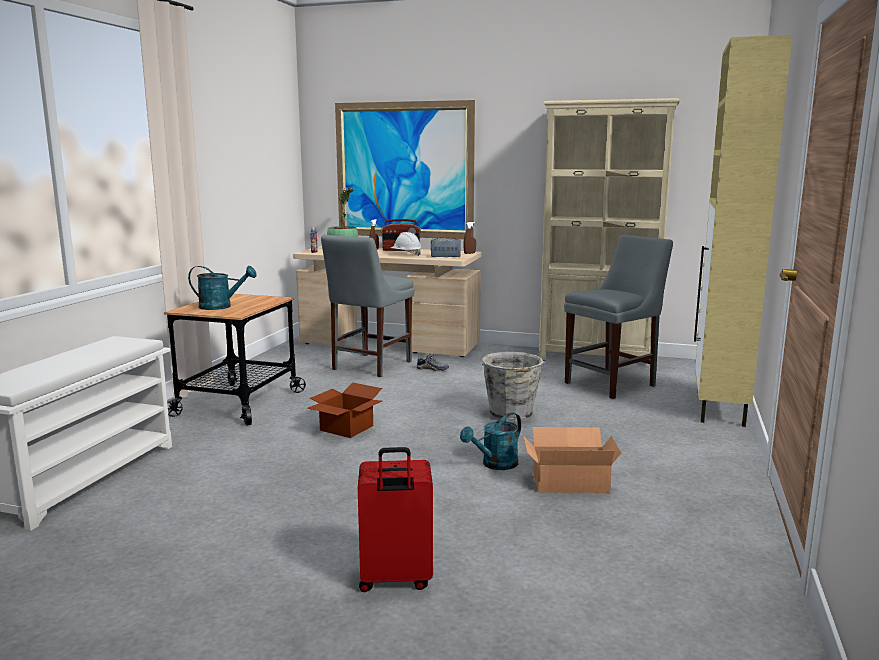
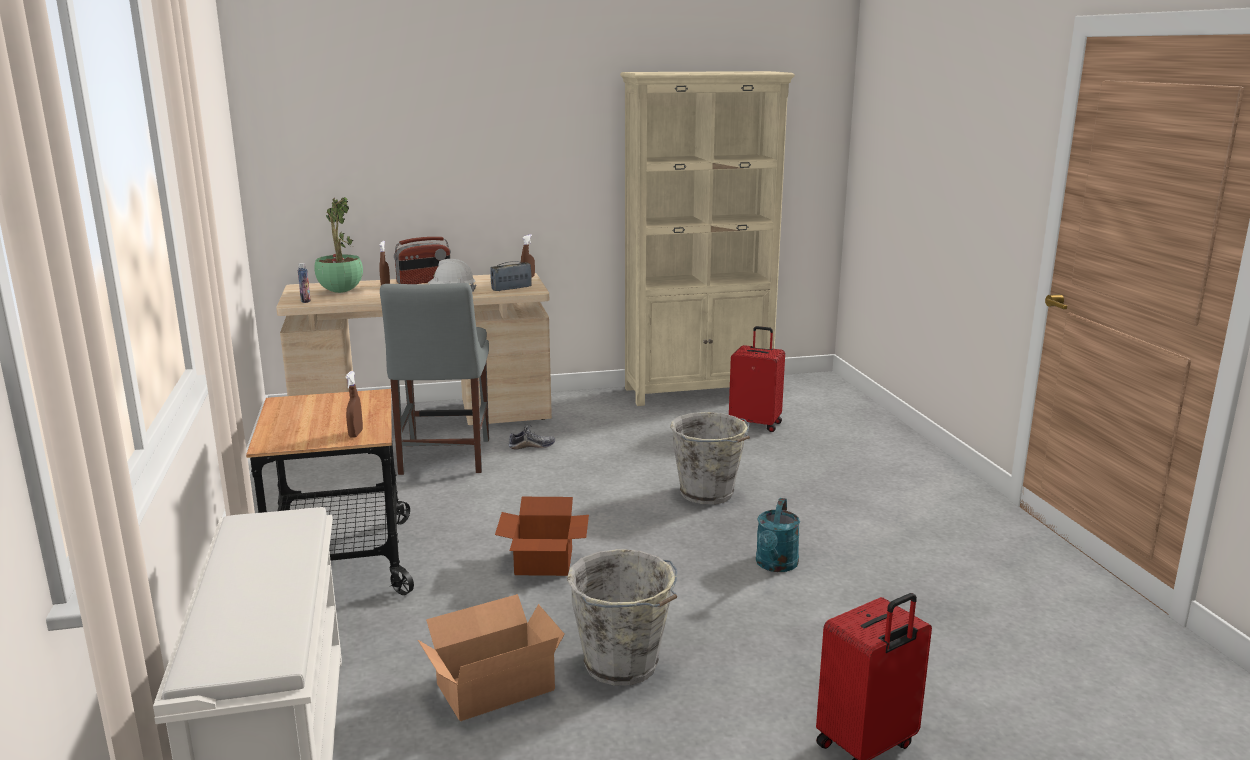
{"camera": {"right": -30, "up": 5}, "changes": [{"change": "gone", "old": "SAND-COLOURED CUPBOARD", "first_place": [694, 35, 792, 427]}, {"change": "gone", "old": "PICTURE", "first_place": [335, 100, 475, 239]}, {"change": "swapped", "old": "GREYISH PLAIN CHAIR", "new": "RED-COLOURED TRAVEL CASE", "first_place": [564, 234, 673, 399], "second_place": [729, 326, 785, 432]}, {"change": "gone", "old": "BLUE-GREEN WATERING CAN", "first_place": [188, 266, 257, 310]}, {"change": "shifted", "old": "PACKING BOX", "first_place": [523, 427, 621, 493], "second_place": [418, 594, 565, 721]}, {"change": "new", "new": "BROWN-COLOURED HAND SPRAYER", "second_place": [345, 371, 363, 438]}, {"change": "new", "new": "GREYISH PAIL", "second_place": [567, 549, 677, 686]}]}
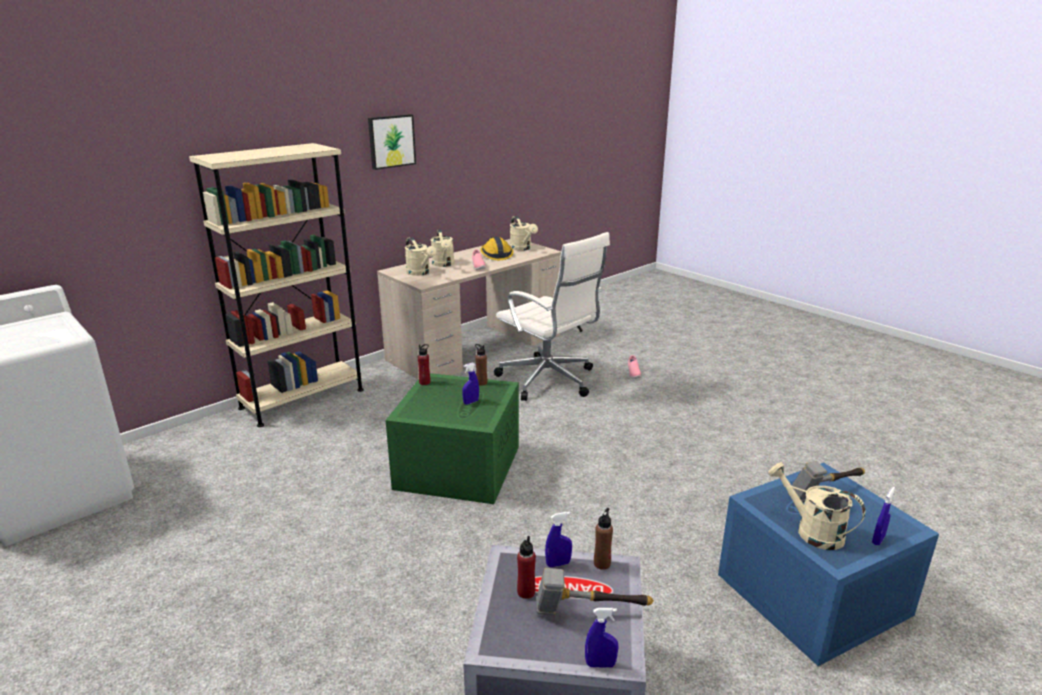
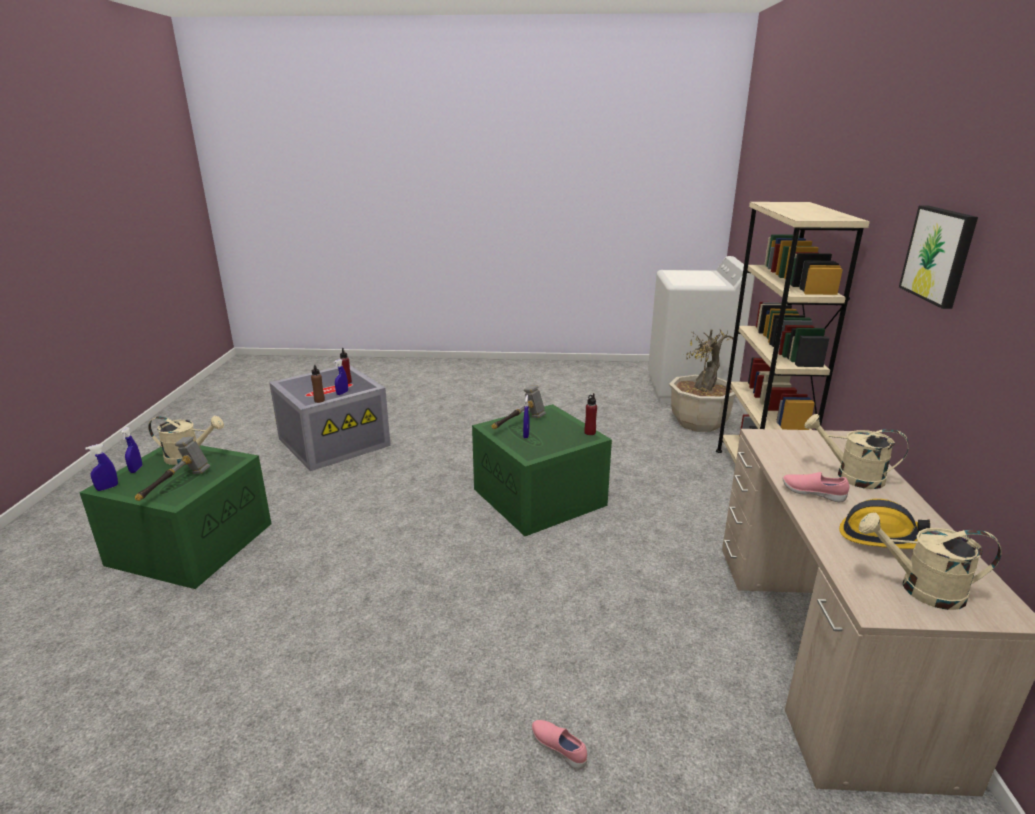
{"camera": {"right": 135, "up": 0}, "changes": [{"change": "gone", "old": "WHITISH DESK CHAIR", "first_place": [494, 232, 610, 401]}, {"change": "gone", "old": "SAND-COLOURED WATERING CAN", "first_place": [405, 237, 437, 276]}, {"change": "gone", "old": "BROWN-COLOURED BOTTLE", "first_place": [475, 344, 487, 386]}, {"change": "repainted", "old": "BLUE STORAGE BIN", "new": "GREEN STORAGE BIN", "first_place": [718, 463, 939, 666], "second_place": [79, 445, 271, 589]}, {"change": "shifted", "old": "HAMMER", "first_place": [536, 568, 654, 616], "second_place": [491, 385, 546, 429]}, {"change": "shifted", "old": "BLUE HAND SPRAYER", "first_place": [585, 608, 619, 668], "second_place": [85, 444, 118, 491]}, {"change": "new", "new": "HOUSEPLANT", "second_place": [669, 329, 736, 432]}]}
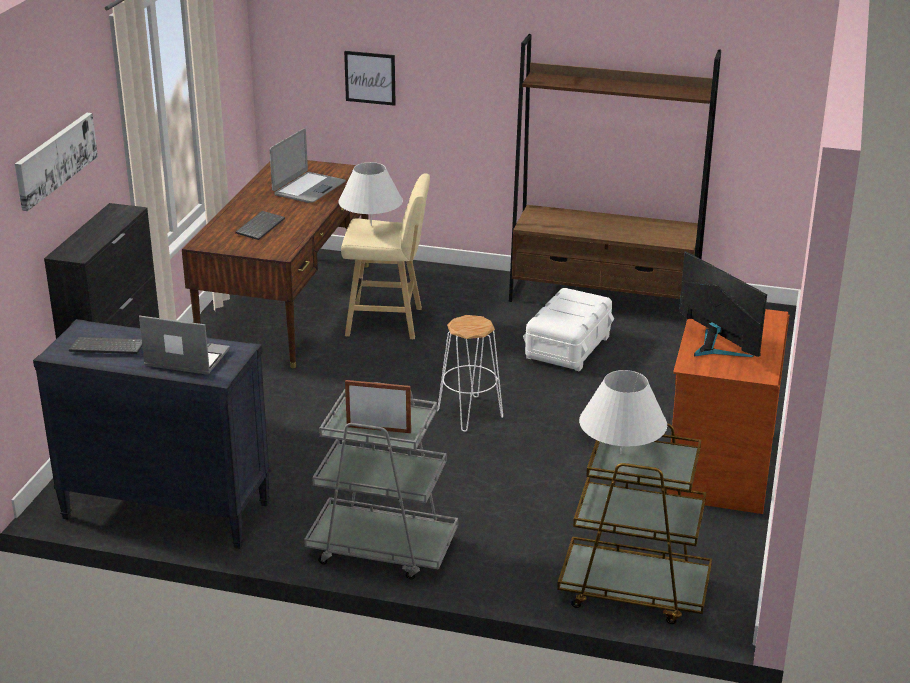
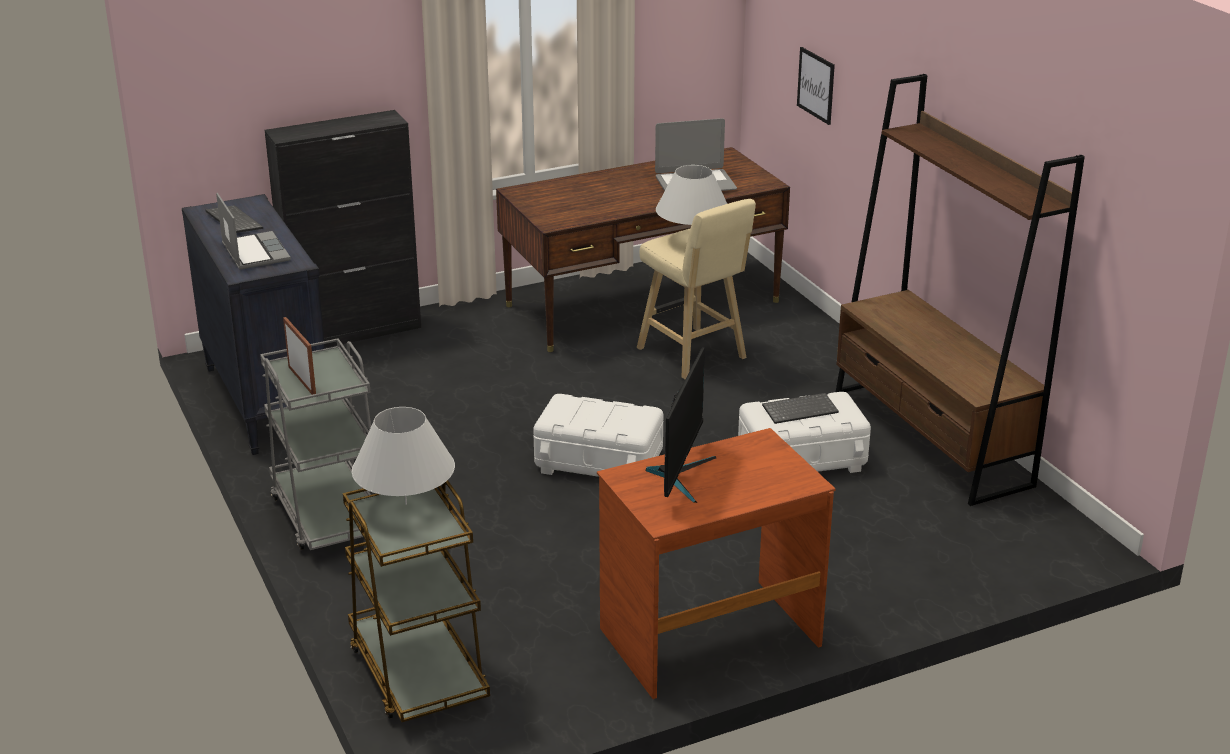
{"camera": {"right": 50, "up": 0}, "changes": [{"change": "gone", "old": "PICTURE", "first_place": [15, 113, 98, 211]}, {"change": "shifted", "old": "COMPUTER KEYBOARD", "first_place": [235, 211, 285, 240], "second_place": [762, 393, 839, 424]}, {"change": "swapped", "old": "WHITISH SITTING STOOL", "new": "WHITISH STORAGE BIN", "first_place": [437, 315, 503, 432], "second_place": [533, 394, 663, 477]}]}
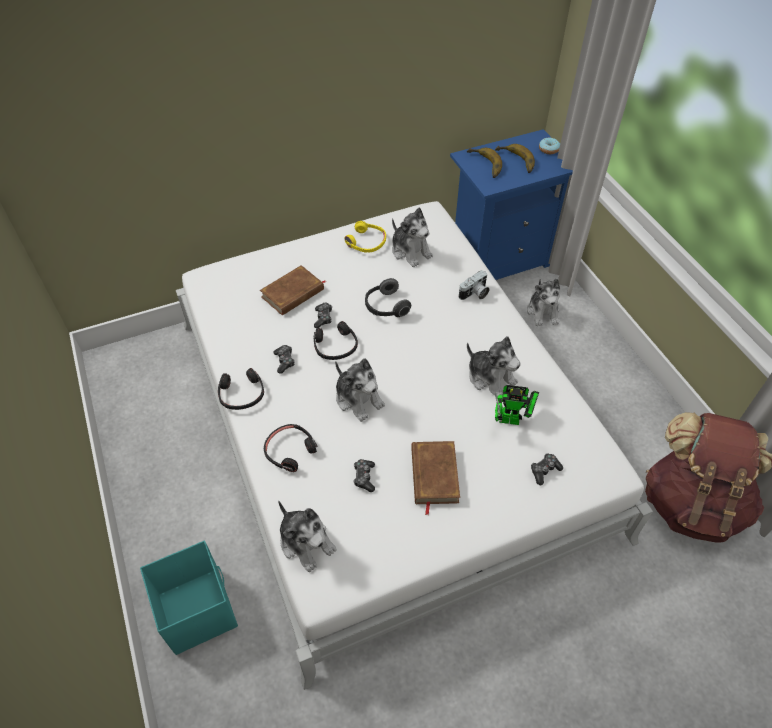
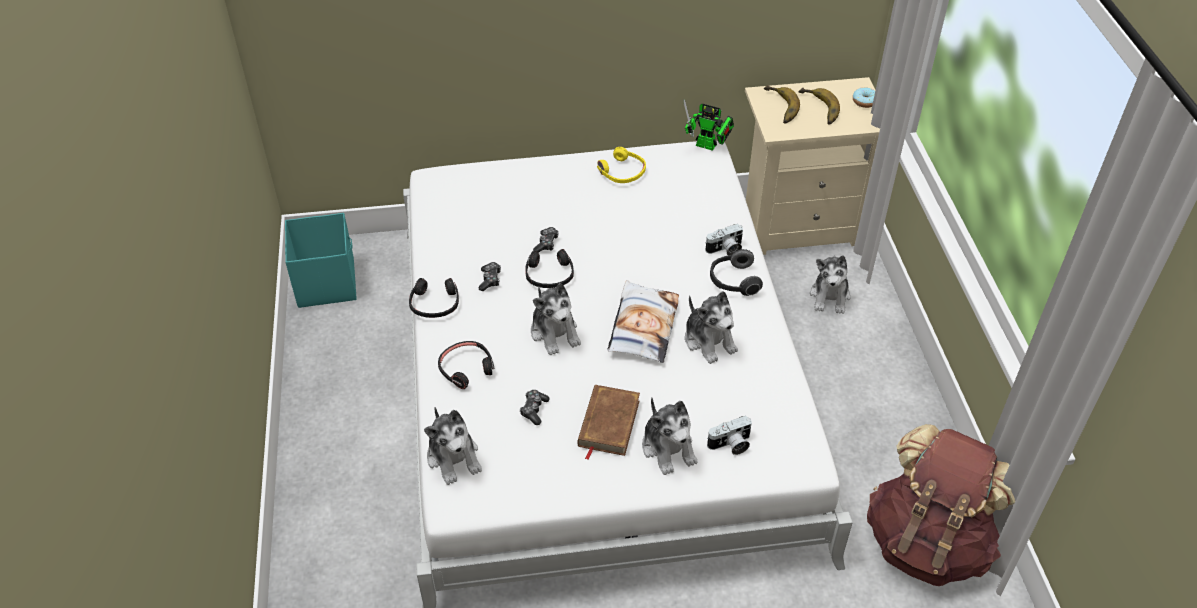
{"camera": {"right": 15, "up": -5}, "changes": [{"change": "repainted", "old": "BLUE NIGHTSTAND", "new": "SAND-COLOURED NIGHTSTAND", "first_place": [450, 129, 573, 280], "second_place": [745, 77, 880, 255]}, {"change": "shifted", "old": "CUDDLY TOY", "first_place": [392, 208, 433, 267], "second_place": [642, 397, 698, 475]}, {"change": "gone", "old": "BROWN-COLOURED BOOK", "first_place": [260, 265, 326, 316]}, {"change": "shifted", "old": "HEADSET", "first_place": [365, 278, 411, 317], "second_place": [710, 249, 763, 296]}, {"change": "shifted", "old": "ROBOT FIGURE", "first_place": [495, 385, 539, 425], "second_place": [684, 100, 734, 151]}, {"change": "swapped", "old": "JOYPAD", "new": "PHOTO CAMERA", "first_place": [531, 453, 563, 485], "second_place": [707, 416, 752, 455]}, {"change": "shifted", "old": "BLUE-GREEN STORAGE BIN", "first_place": [140, 541, 238, 655], "second_place": [285, 213, 357, 308]}, {"change": "new", "new": "THROW PILLOW", "second_place": [607, 280, 679, 363]}]}
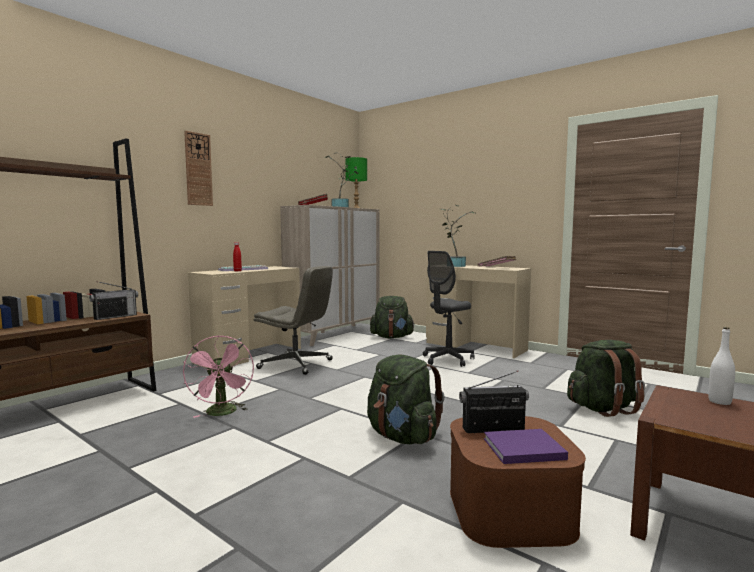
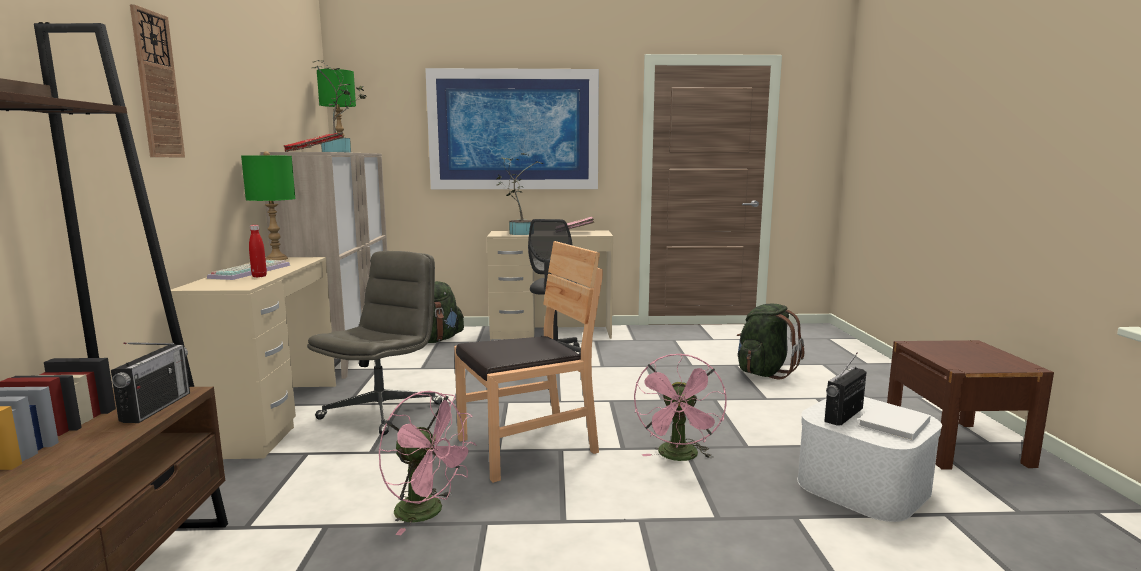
{"camera": {"right": -40, "up": 5}, "changes": [{"change": "rotated", "old": "GREYISH DESK CHAIR", "first_place": [254, 266, 333, 375], "second_place": [307, 251, 442, 435], "degrees": -45}, {"change": "gone", "old": "WHITISH BOTTLE", "first_place": [708, 327, 735, 405]}, {"change": "swapped", "old": "GREEN RUCKSACK", "new": "PINKISH FAN", "first_place": [367, 354, 444, 444], "second_place": [634, 353, 727, 461]}, {"change": "repainted", "old": "BROWN-COLOURED STORAGE BIN", "new": "WHITISH STORAGE BIN", "first_place": [450, 416, 586, 548], "second_place": [797, 397, 942, 522]}, {"change": "repainted", "old": "PURPLE BOOK", "new": "WHITISH BOOK", "first_place": [484, 429, 568, 464], "second_place": [858, 402, 931, 442]}, {"change": "new", "new": "PICTURE", "second_place": [425, 68, 599, 189]}, {"change": "new", "new": "GREEN TABLE LAMP", "second_place": [241, 151, 295, 260]}, {"change": "new", "new": "BROWN-COLOURED PLAIN CHAIR", "second_place": [454, 241, 603, 483]}]}
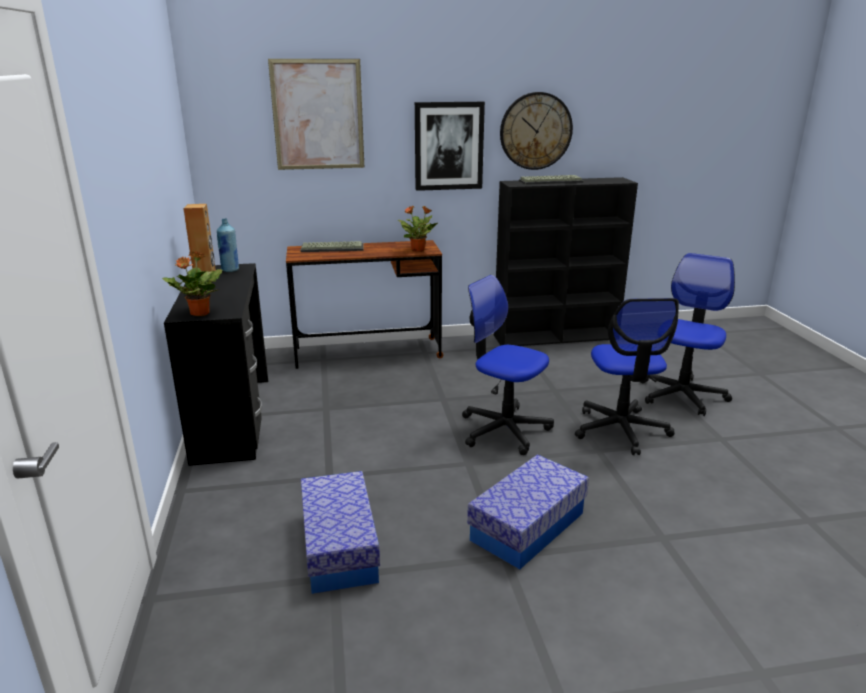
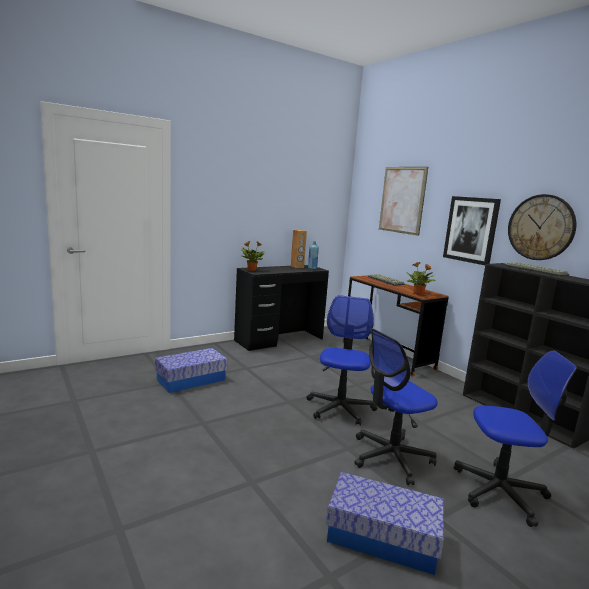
{"camera": {"right": 65, "up": -10}, "changes": [{"change": "shifted", "old": "STORAGE BIN", "first_place": [467, 454, 589, 570], "second_place": [326, 472, 444, 575]}]}
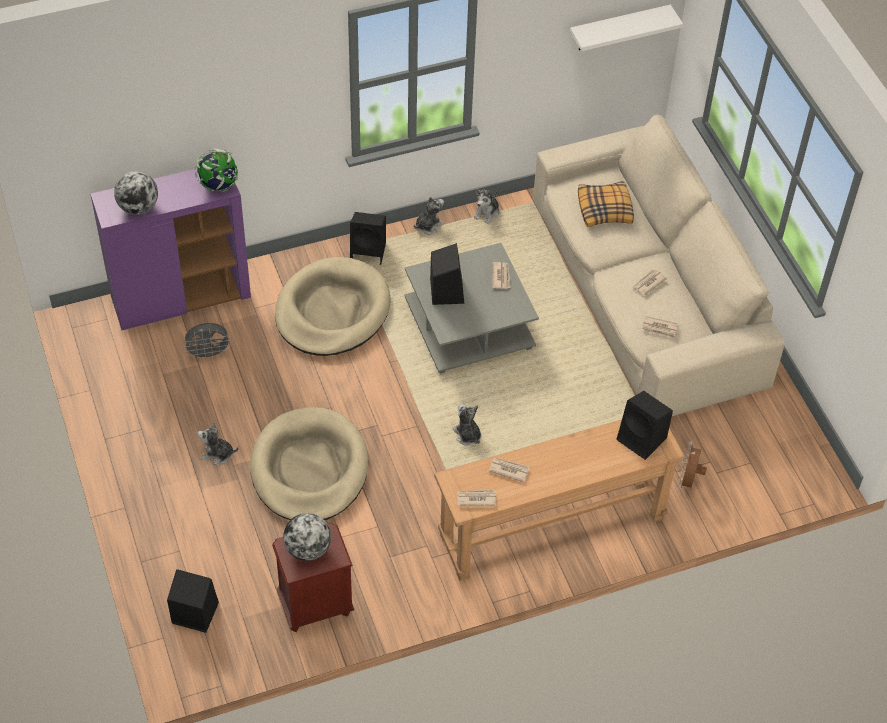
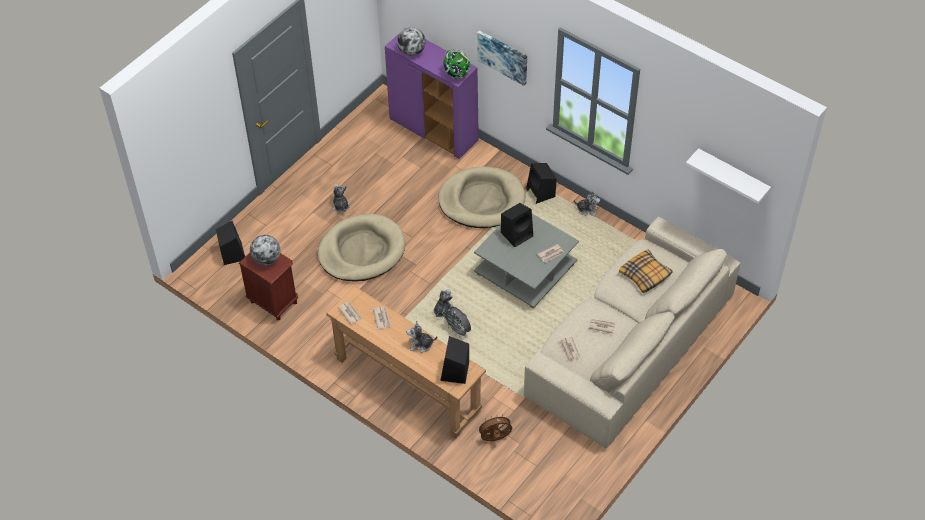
{"camera": {"right": 60, "up": 0}, "changes": [{"change": "shifted", "old": "CUDDLY TOY", "first_place": [474, 189, 499, 224], "second_place": [406, 321, 437, 353]}, {"change": "shifted", "old": "GREYISH FAN", "first_place": [183, 323, 232, 360], "second_place": [442, 307, 471, 338]}, {"change": "new", "new": "PICTURE", "second_place": [477, 30, 527, 86]}]}
